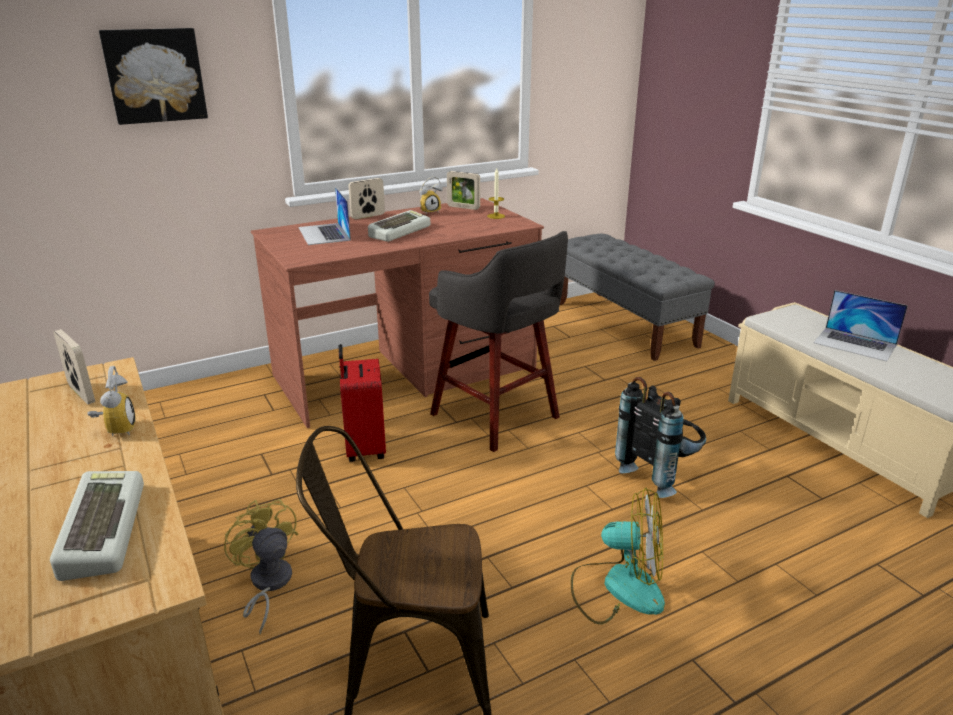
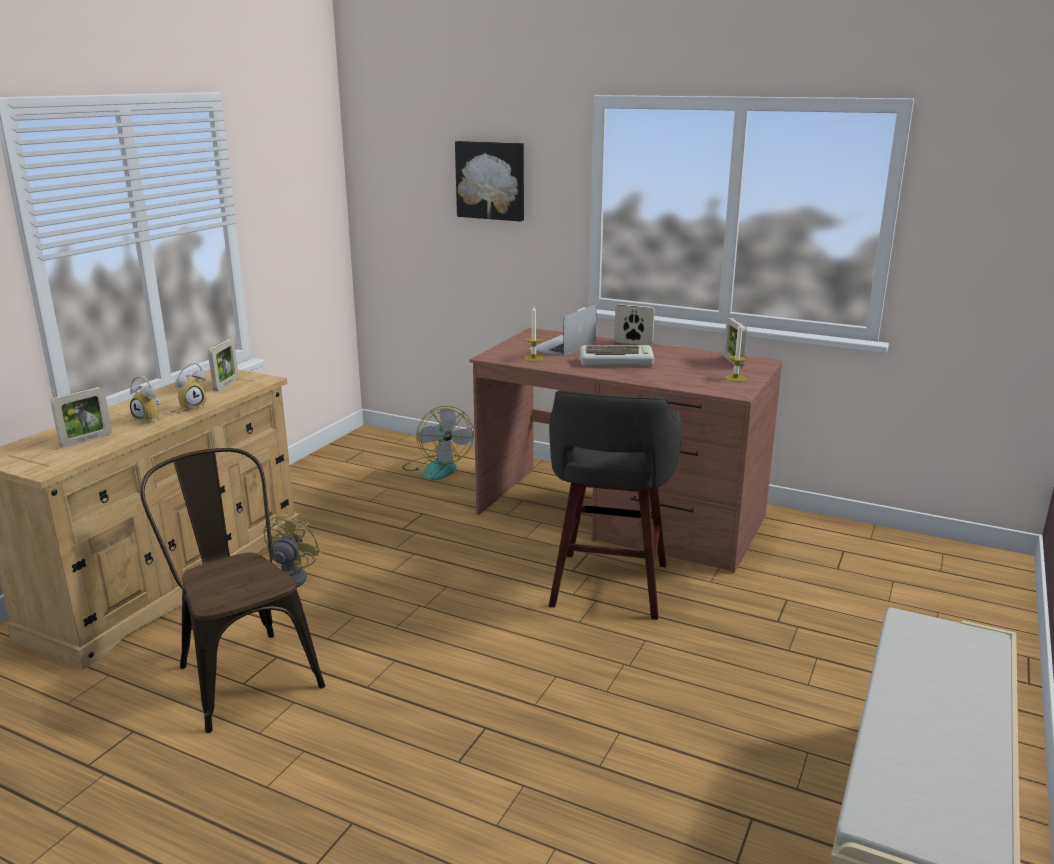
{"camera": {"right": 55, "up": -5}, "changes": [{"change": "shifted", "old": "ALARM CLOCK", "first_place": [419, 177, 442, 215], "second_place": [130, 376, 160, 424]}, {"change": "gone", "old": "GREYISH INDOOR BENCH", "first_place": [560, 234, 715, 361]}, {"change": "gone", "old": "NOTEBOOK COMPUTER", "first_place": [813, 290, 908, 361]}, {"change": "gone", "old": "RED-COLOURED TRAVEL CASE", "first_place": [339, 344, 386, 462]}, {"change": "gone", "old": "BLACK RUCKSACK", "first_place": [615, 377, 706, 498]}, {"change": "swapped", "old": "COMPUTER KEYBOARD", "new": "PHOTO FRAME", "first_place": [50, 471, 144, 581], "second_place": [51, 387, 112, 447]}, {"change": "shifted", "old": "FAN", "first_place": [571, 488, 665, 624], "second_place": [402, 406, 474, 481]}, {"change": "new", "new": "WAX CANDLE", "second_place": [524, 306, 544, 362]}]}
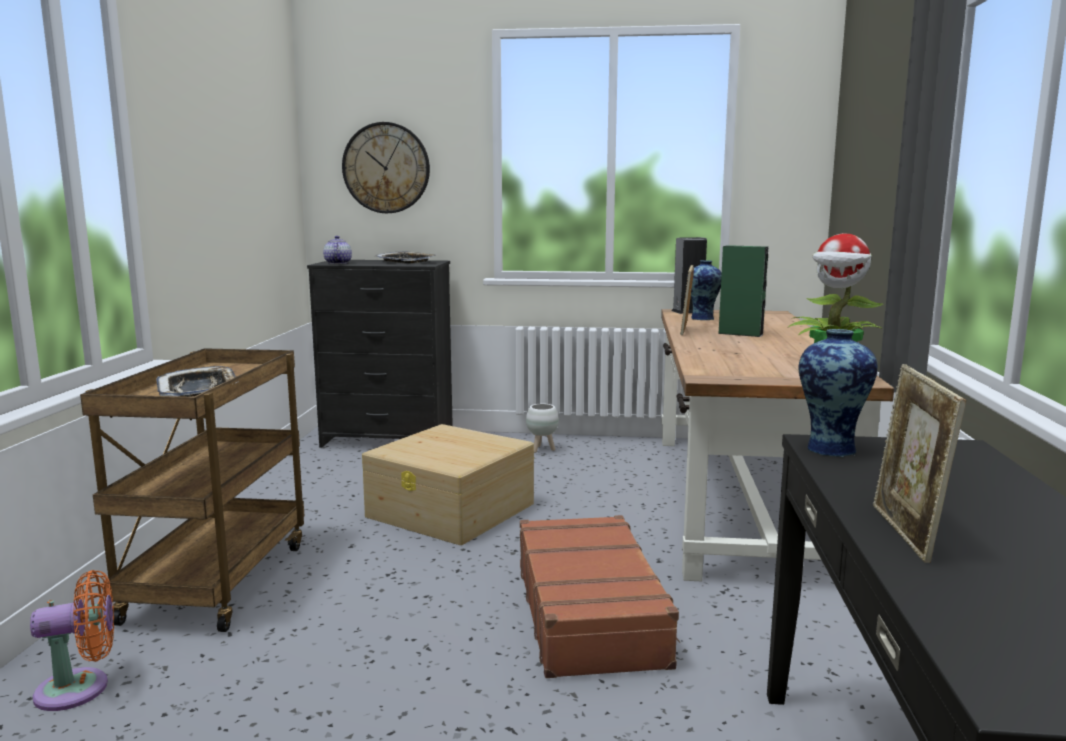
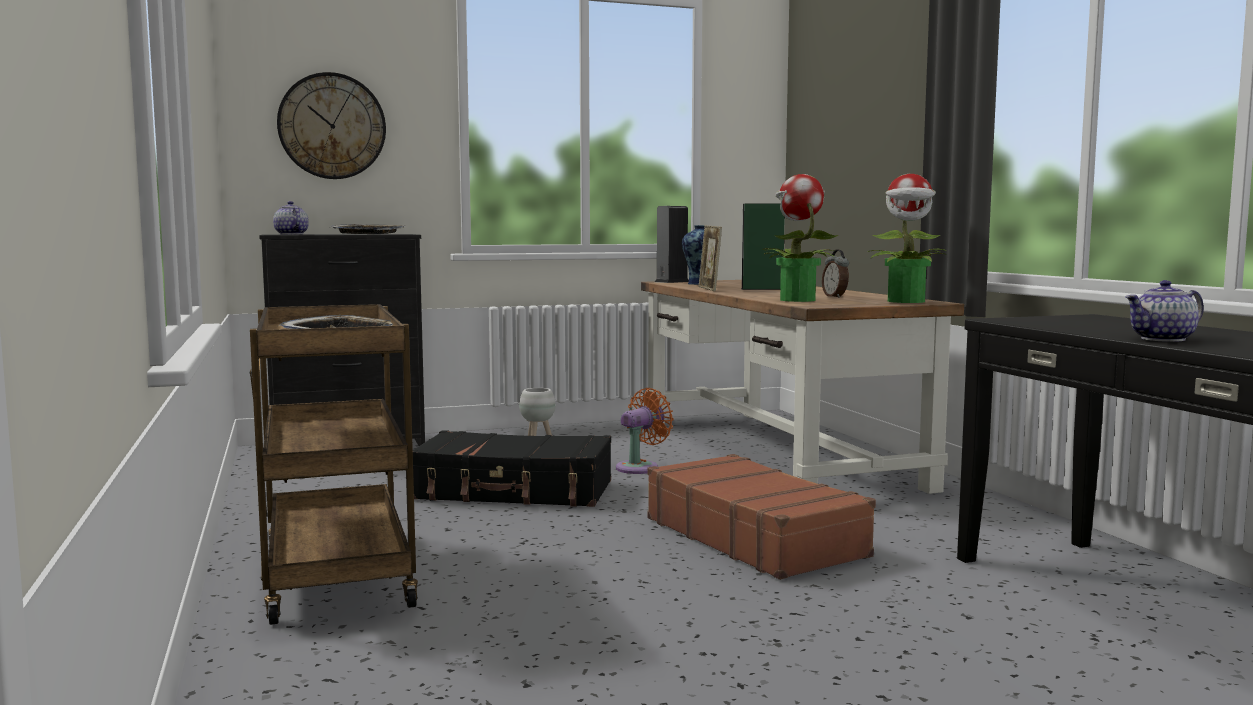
{"camera": {"right": -25, "up": -5}, "changes": [{"change": "gone", "old": "DECORATIVE VASE", "first_place": [799, 329, 878, 457]}, {"change": "swapped", "old": "PHOTO FRAME", "new": "POT FOR TEA", "first_place": [873, 364, 966, 563], "second_place": [1126, 280, 1204, 342]}, {"change": "swapped", "old": "SAND-COLOURED STORAGE BIN", "new": "BLACK TRAVEL CASE", "first_place": [362, 424, 535, 545], "second_place": [413, 430, 611, 507]}, {"change": "shifted", "old": "ORANGE-COLOURED FAN", "first_place": [30, 570, 114, 711], "second_place": [616, 388, 674, 474]}, {"change": "new", "new": "HOUSEPLANT", "second_place": [762, 174, 838, 302]}, {"change": "new", "new": "ALARM CLOCK", "second_place": [822, 249, 849, 298]}]}
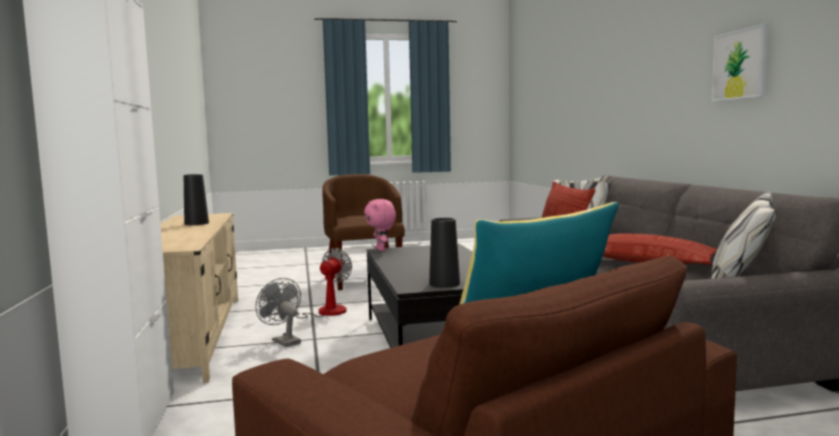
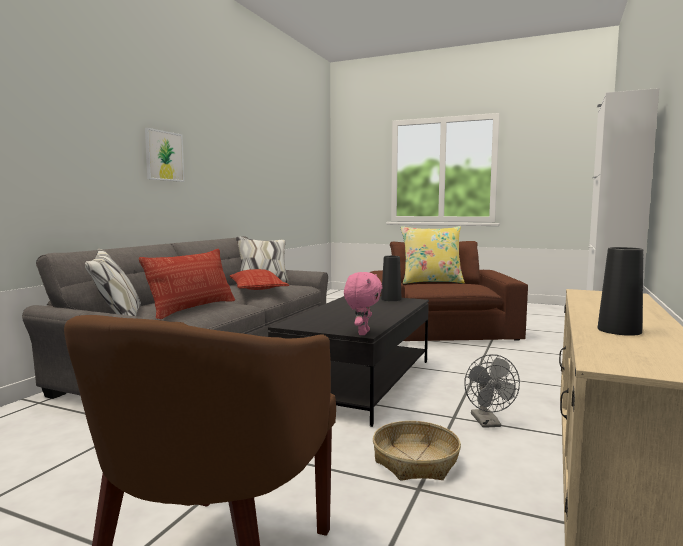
{"camera": {"right": -145, "up": 0}, "changes": [{"change": "swapped", "old": "FAN", "new": "BASKET", "first_place": [261, 248, 352, 318], "second_place": [373, 421, 461, 481]}]}
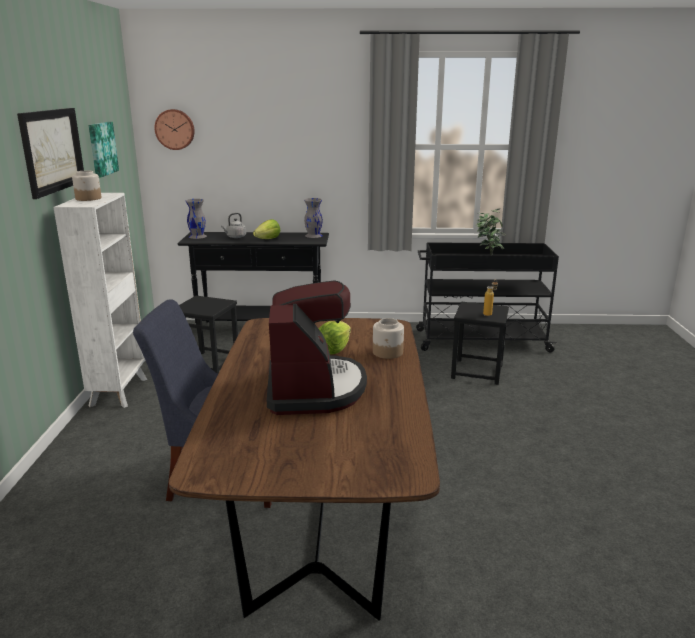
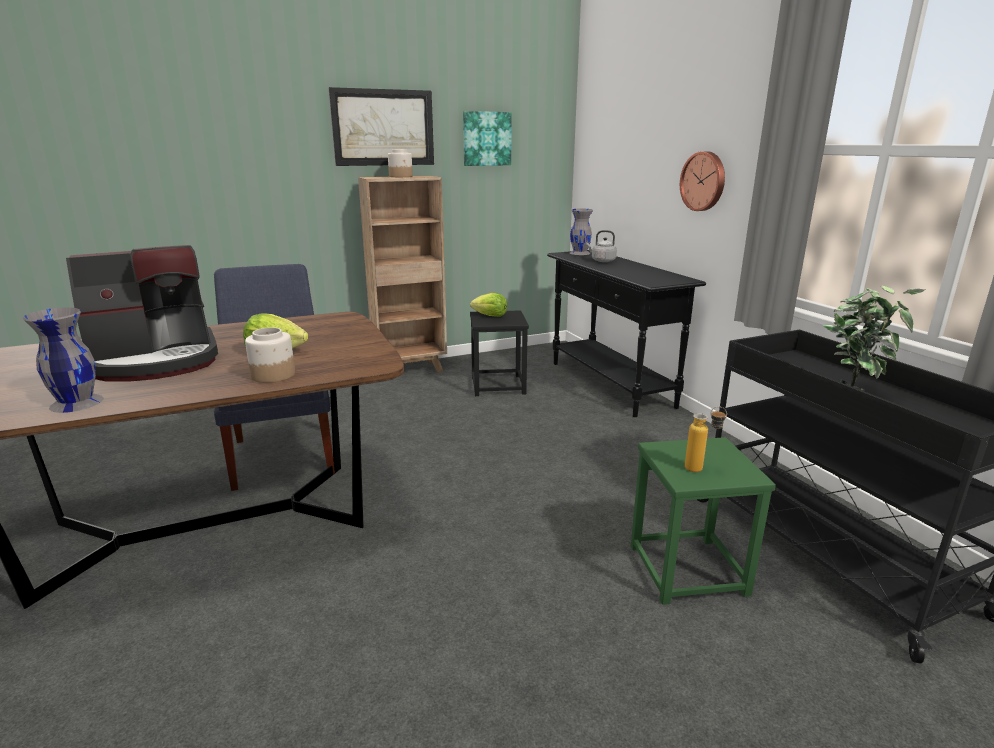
{"camera": {"right": 65, "up": 0}, "changes": [{"change": "shifted", "old": "WALL CLOCK", "first_place": [154, 109, 195, 150], "second_place": [680, 151, 725, 211]}, {"change": "repainted", "old": "WHITISH BOOKCASE", "new": "BROWN-COLOURED BOOKCASE", "first_place": [54, 193, 147, 408], "second_place": [358, 176, 447, 373]}, {"change": "shifted", "old": "GREYISH DECORATIVE VASE", "first_place": [304, 198, 323, 238], "second_place": [23, 307, 104, 413]}, {"change": "shifted", "old": "HEAD OF LETTUCE", "first_place": [253, 219, 280, 239], "second_place": [470, 293, 507, 317]}, {"change": "repainted", "old": "BLACK SITTING STOOL", "new": "GREEN SITTING STOOL", "first_place": [451, 302, 509, 385], "second_place": [631, 437, 776, 605]}]}
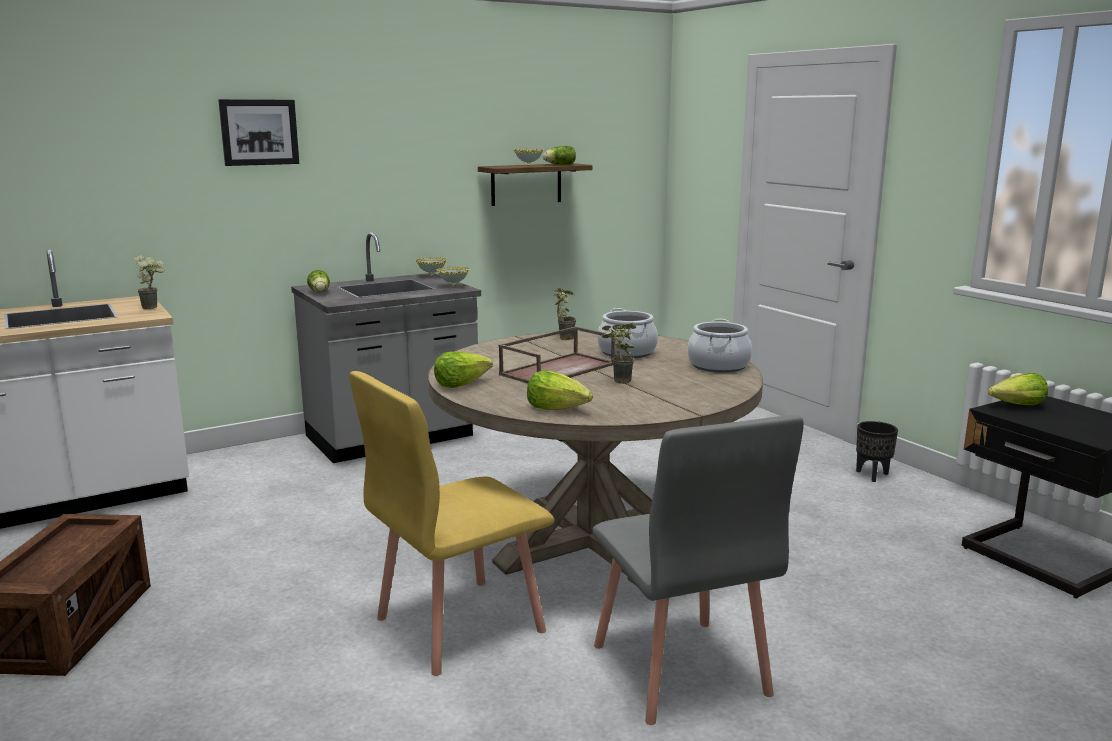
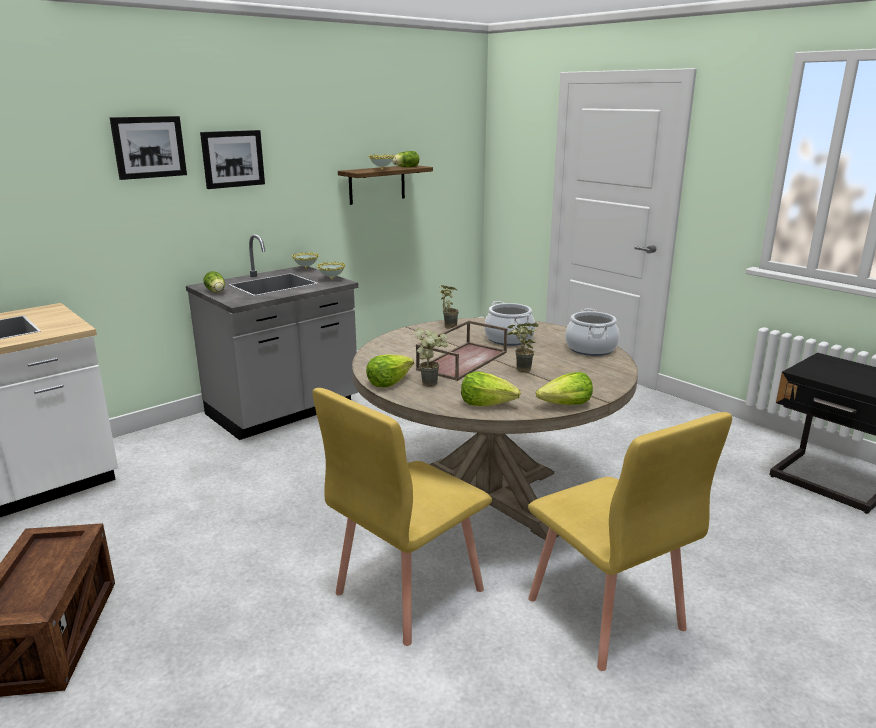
{"camera": {"right": -10, "up": 5}, "changes": [{"change": "shifted", "old": "HOUSEPLANT", "first_place": [134, 255, 165, 309], "second_place": [415, 328, 448, 387]}, {"change": "shifted", "old": "HEAD OF LETTUCE", "first_place": [988, 373, 1048, 406], "second_place": [536, 372, 593, 405]}, {"change": "repainted", "old": "GREYISH PLAIN CHAIR", "new": "YELLOWISH PLAIN CHAIR", "first_place": [592, 415, 804, 725], "second_place": [528, 412, 732, 671]}, {"change": "gone", "old": "BLACK PLANTER", "first_place": [856, 421, 898, 482]}, {"change": "new", "new": "PICTURE", "second_place": [200, 130, 265, 189]}]}
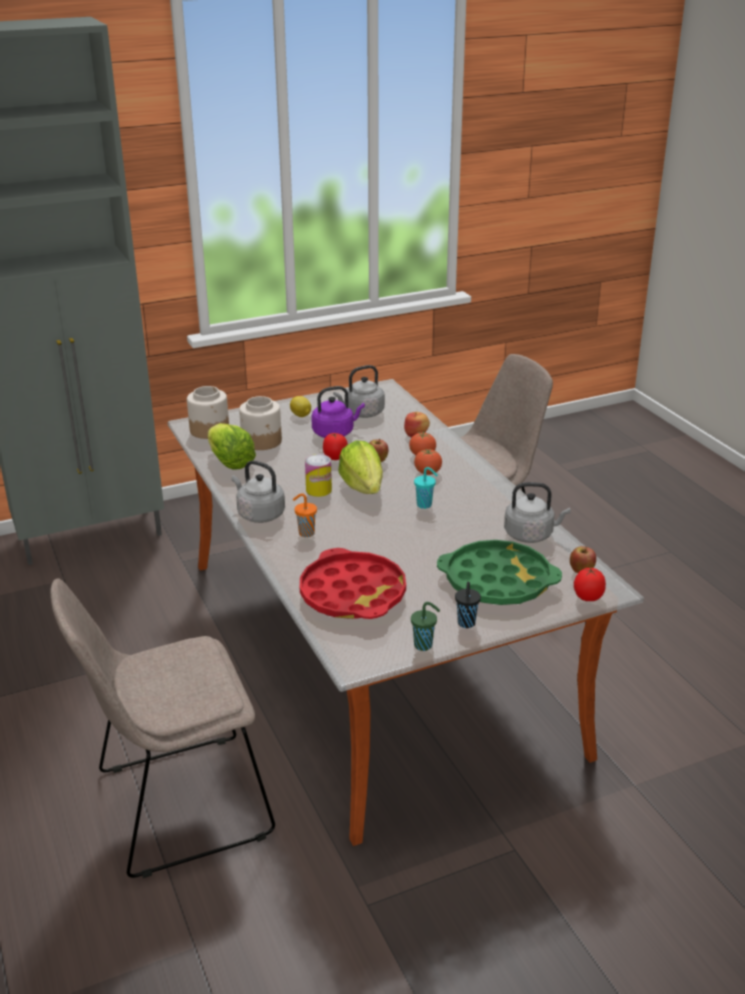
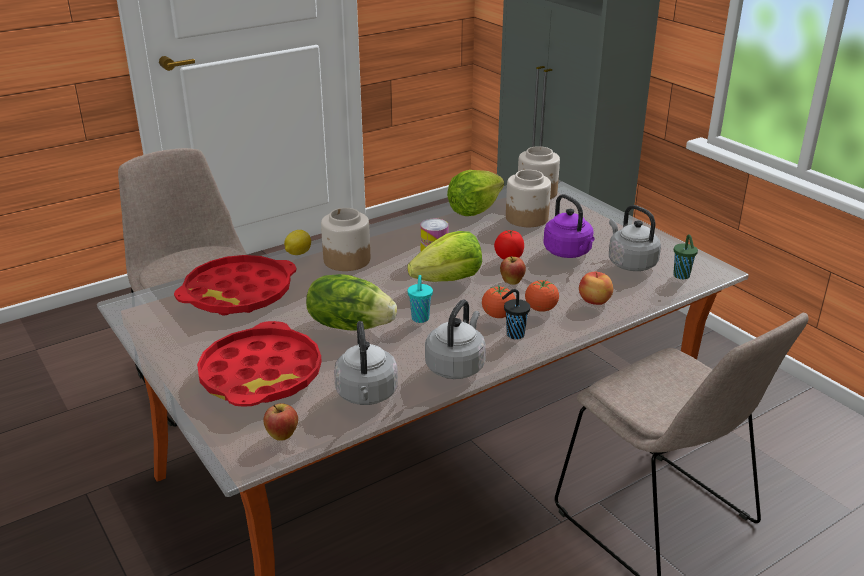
{"camera": {"right": 80, "up": 0}, "changes": [{"change": "shifted", "old": "WHOLE LEMON", "first_place": [290, 396, 311, 417], "second_place": [284, 230, 311, 255]}, {"change": "shifted", "old": "GREYISH KETTLE", "first_place": [232, 460, 285, 523], "second_place": [425, 299, 486, 379]}, {"change": "swapped", "old": "ORANGE-COLOURED SMALL CUP", "new": "PRESERVE JAR", "first_place": [293, 493, 317, 537], "second_place": [321, 208, 370, 271]}, {"change": "repainted", "old": "GREEN SERVING TRAY", "new": "RED-COLOURED SERVING TRAY", "first_place": [437, 540, 562, 605], "second_place": [197, 321, 322, 406]}, {"change": "gone", "old": "TOMATO", "first_place": [574, 567, 606, 601]}, {"change": "shifted", "old": "BLACK SMALL CUP", "first_place": [455, 582, 481, 628], "second_place": [502, 289, 530, 339]}, {"change": "shifted", "old": "GREEN SMALL CUP", "first_place": [411, 602, 440, 651], "second_place": [673, 234, 698, 279]}, {"change": "new", "new": "HEAD OF LETTUCE", "second_place": [306, 274, 397, 331]}]}
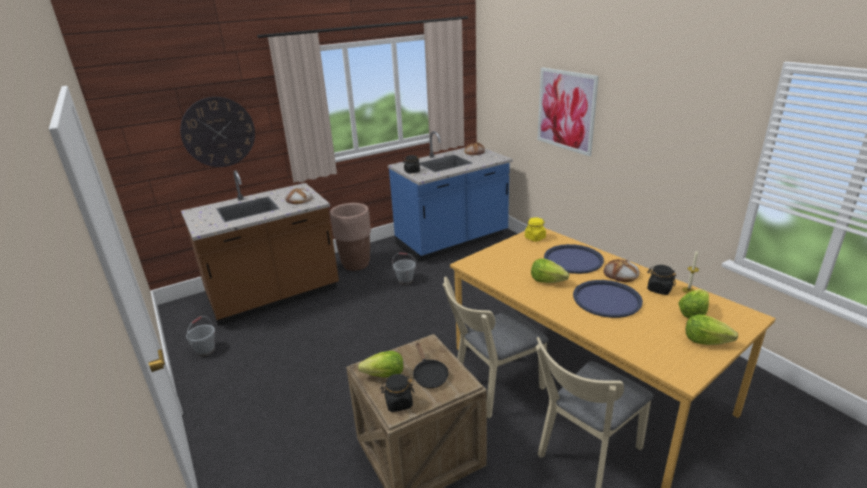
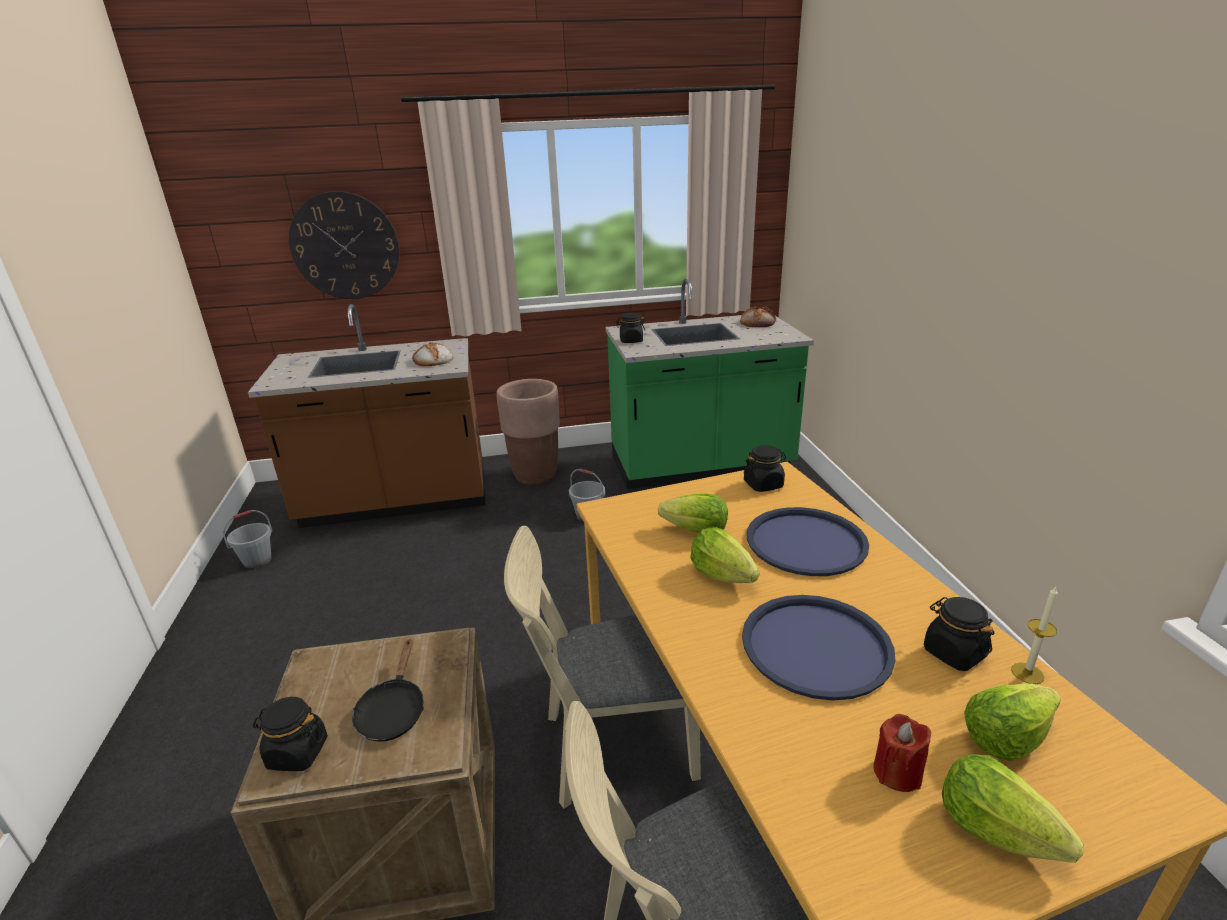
{"camera": {"right": 20, "up": 0}, "changes": [{"change": "gone", "old": "PICTURE", "first_place": [538, 67, 599, 156]}, {"change": "repainted", "old": "BLUE KITCHEN BASE UNIT", "new": "GREEN KITCHEN BASE UNIT", "first_place": [388, 131, 513, 262], "second_place": [606, 279, 814, 489]}, {"change": "repainted", "old": "YELLOWISH PRESERVE JAR", "new": "BLACK PRESERVE JAR", "first_place": [525, 217, 546, 242], "second_place": [744, 445, 786, 492]}, {"change": "gone", "old": "BAKED BREAD", "first_place": [603, 259, 640, 282]}, {"change": "shifted", "old": "HEAD OF LETTUCE", "first_place": [358, 351, 403, 377], "second_place": [658, 493, 728, 533]}, {"change": "new", "new": "RED-COLOURED WAX CANDLE", "second_place": [873, 714, 931, 792]}]}
